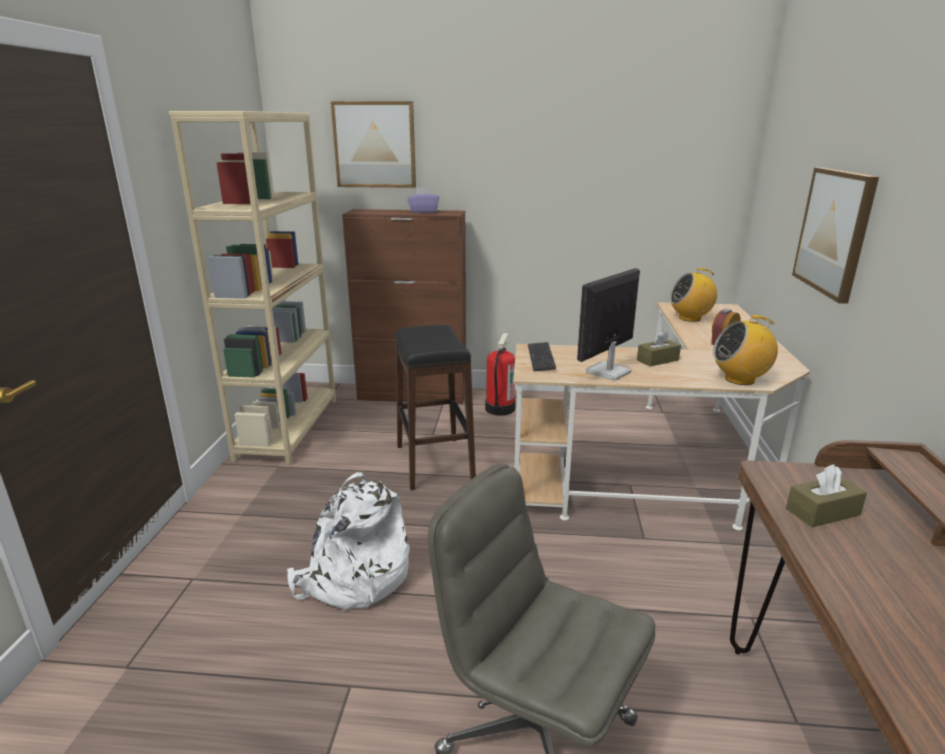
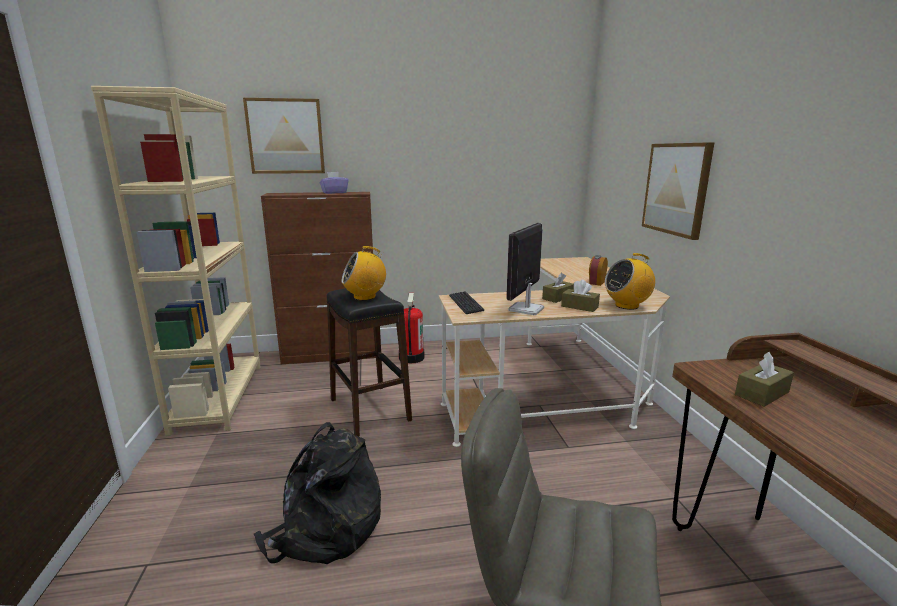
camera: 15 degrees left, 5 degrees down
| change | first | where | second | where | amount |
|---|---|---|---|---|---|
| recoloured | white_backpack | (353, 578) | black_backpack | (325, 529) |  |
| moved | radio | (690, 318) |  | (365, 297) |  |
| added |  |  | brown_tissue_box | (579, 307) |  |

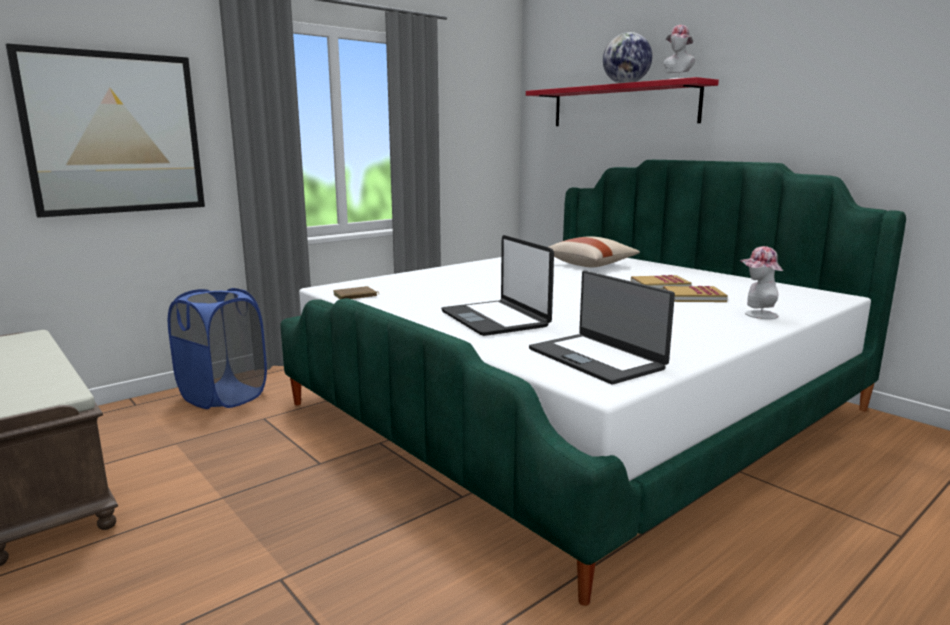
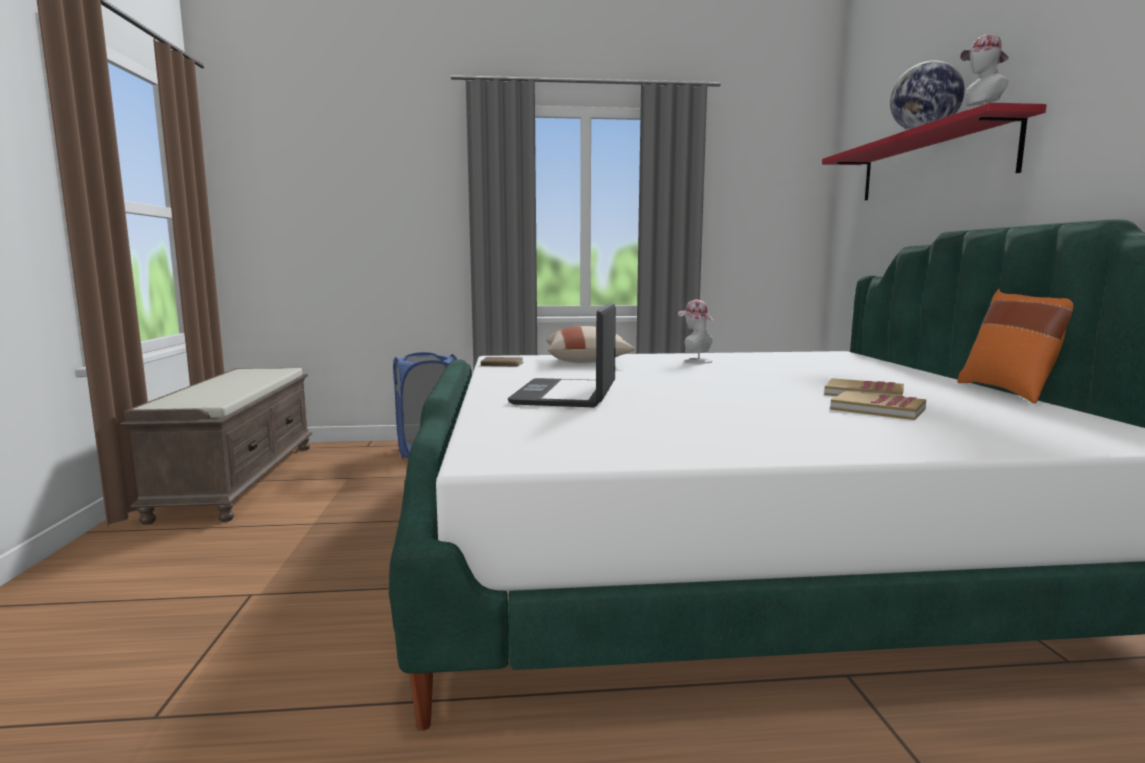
camera: 35 degrees right, 5 degrees down
| change | first | where | second | where | amount |
|---|---|---|---|---|---|
| moved | beige_pillow | (591, 265) |  | (588, 361) |  |
| moved | hat | (756, 315) |  | (694, 361) |  |
| added |  |  | orange_pillow | (1012, 392) |  |
| removed | picture | (114, 134) |  |  |  |
| removed | laptop | (597, 358) |  |  |  |

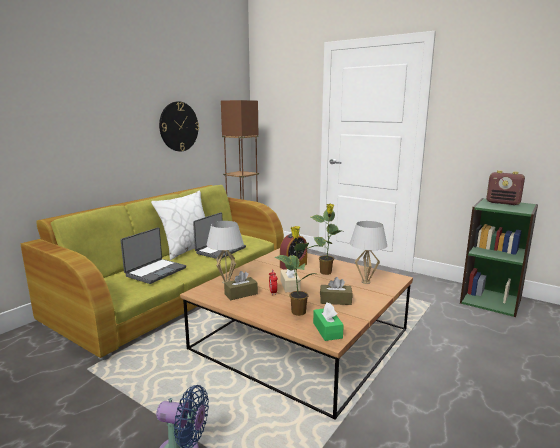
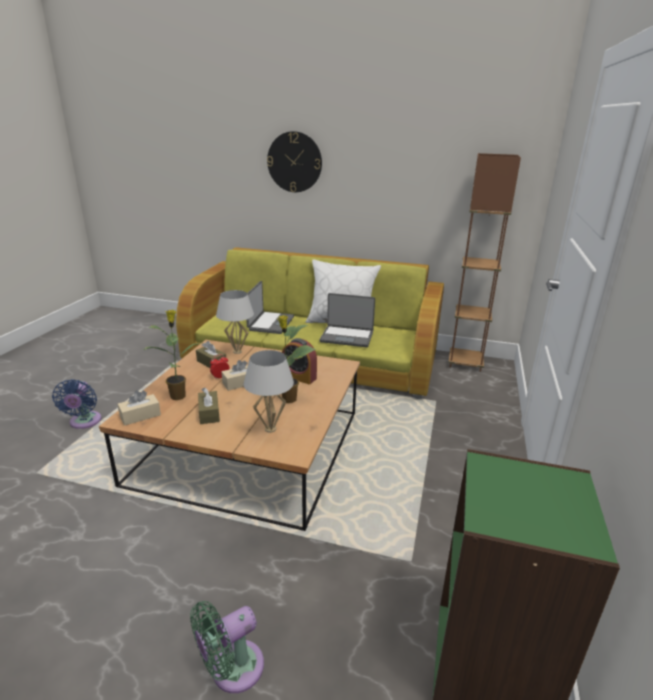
camera: 70 degrees right, 10 degrees up
| change | first | where | second | where | amount |
|---|---|---|---|---|---|
| recoloured | green_tissue_box | (327, 330) | beige_tissue_box | (140, 416) |  |
| added |  |  | green_fan | (232, 669) |  |
| turned | laptop | (155, 271) |  | (270, 323) | 90 degrees counterclockwise |
| moved | wall_clock | (178, 126) |  | (294, 162) |  |
| removed | radio | (503, 203) |  |  |  |

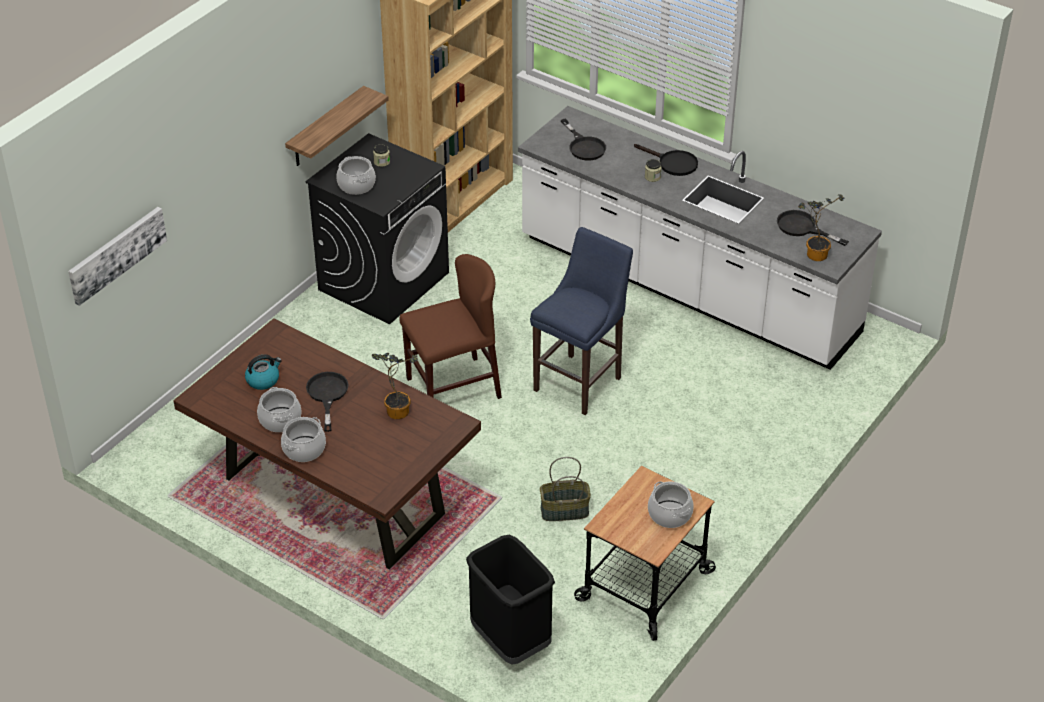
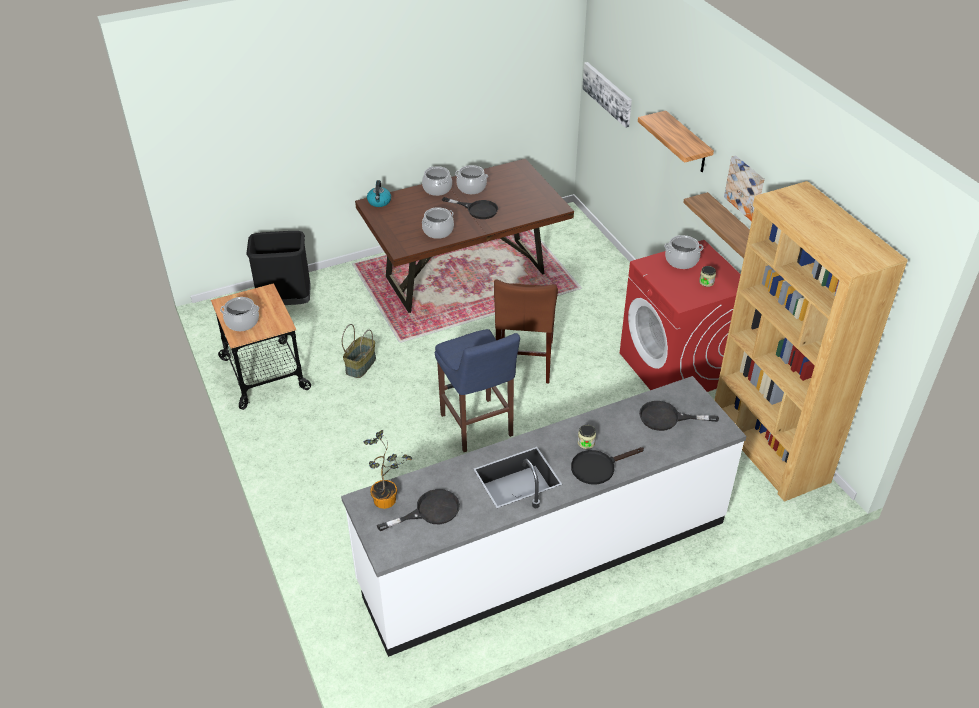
camera: 120 degrees right, 0 degrees up
| change | first | where | second | where | amount |
|---|---|---|---|---|---|
| moved | kettle | (263, 380) |  | (379, 202) |  |
| replaced | potted_plant | (397, 409) | cooking_pot | (438, 231) |  |
| recoloured | black_washing_machine | (384, 281) | red_washing_machine | (676, 368) |  |
| added |  |  | shelf | (687, 143) |  |
| added |  |  | picture | (746, 187) |  |

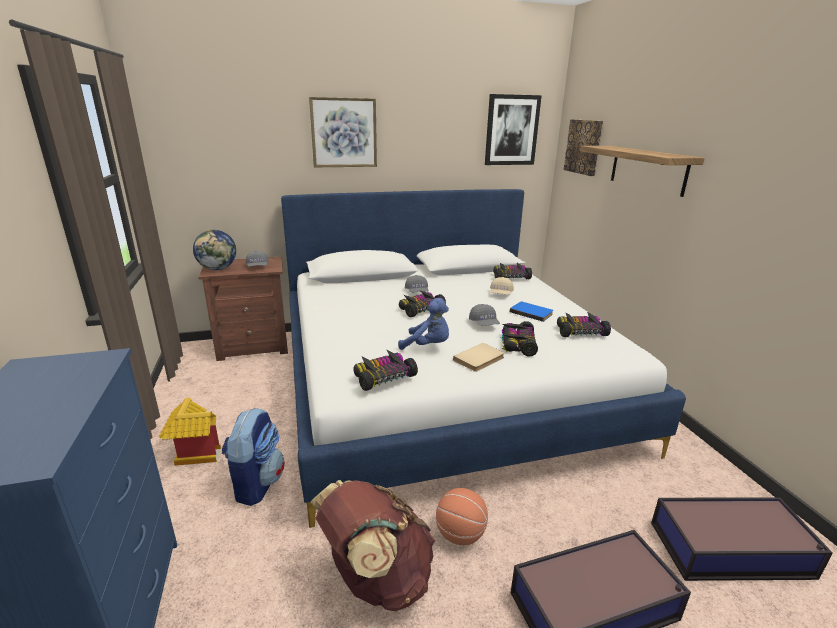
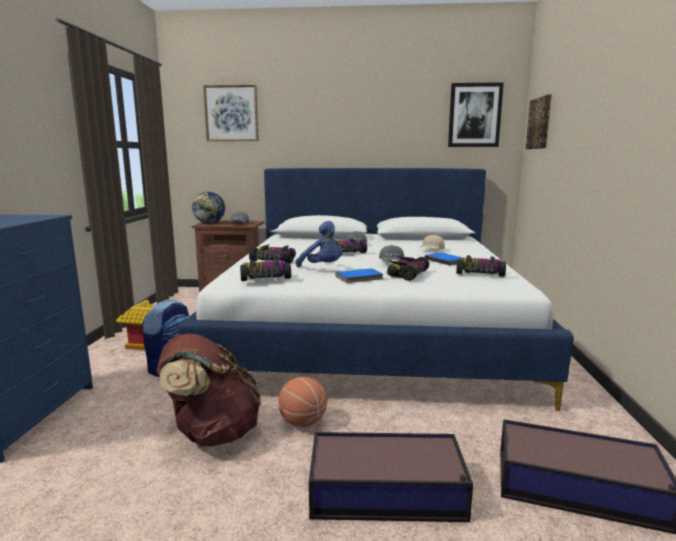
camera: 20 degrees right, 10 degrees down
| change | first | where | second | where | amount |
|---|---|---|---|---|---|
| moved | picture | (344, 133) |  | (231, 113) |  |
| moved | toy_car | (510, 277) |  | (274, 260) |  |
| recoloured | beige_book | (480, 359) | blue_book | (360, 278) |  |
| removed | shelf | (647, 169) |  |  |  |

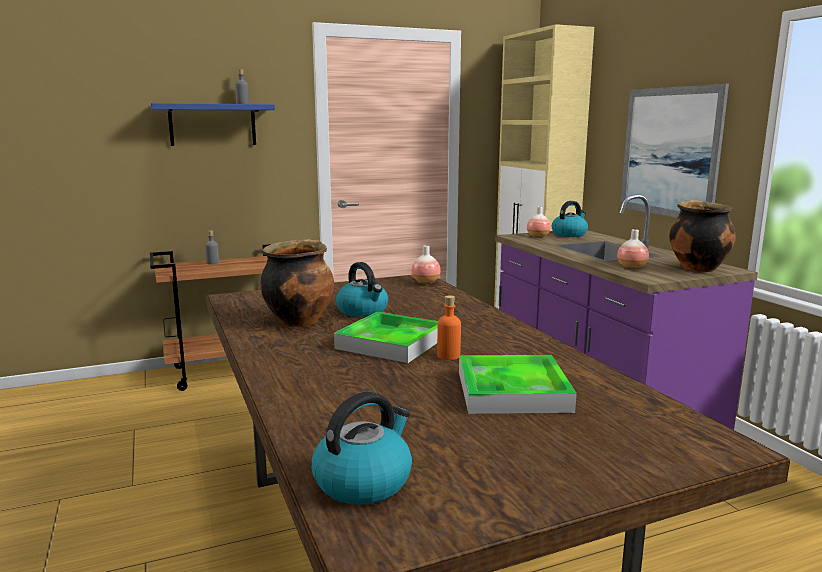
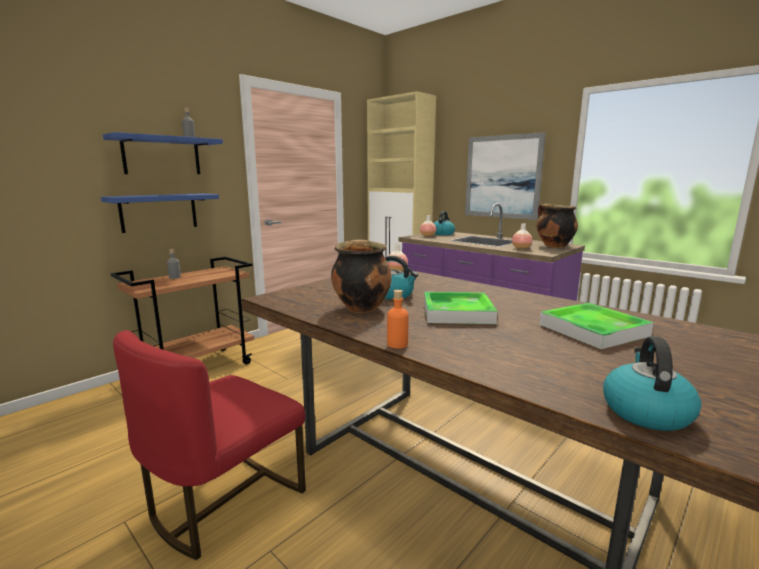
camera: 25 degrees left, 0 degrees up
| change | first | where | second | where | amount |
|---|---|---|---|---|---|
| added |  |  | blue_shelf | (159, 212) |  |
| added |  |  | red_chair | (224, 501) |  |
| moved | orange_bottle | (448, 356) |  | (397, 344) |  |

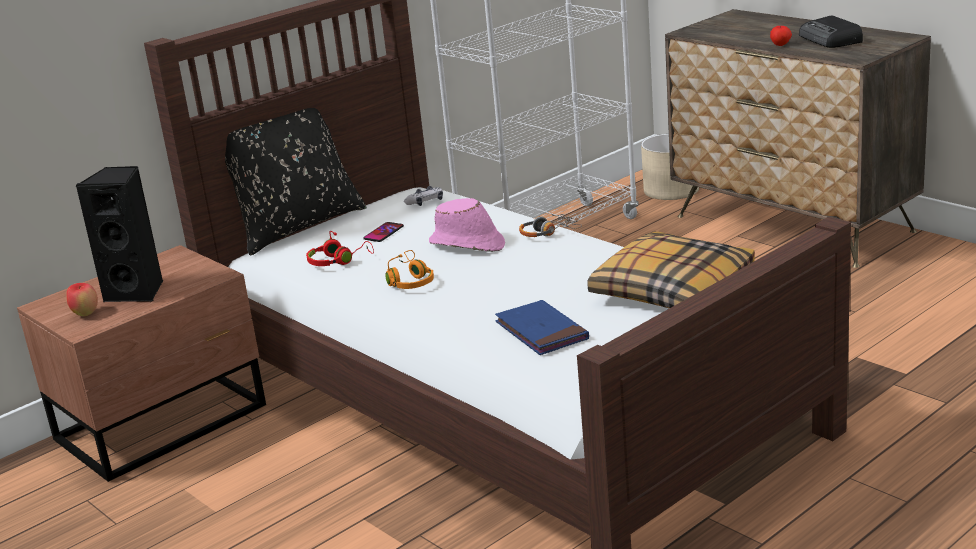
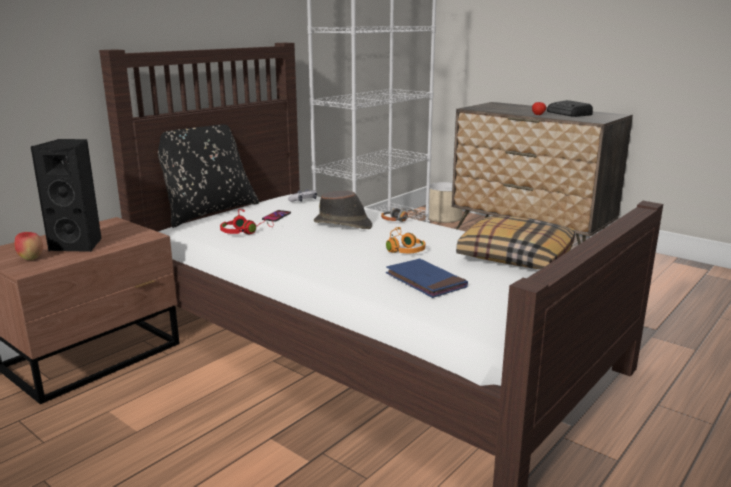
camera: 10 degrees left, 5 degrees down
| change | first | where | second | where | amount |
|---|---|---|---|---|---|
| recoloured | pink_hat | (467, 244) | brown_hat | (343, 225) |  |
| moved | orange_headphones | (410, 281) |  | (403, 249) |  |

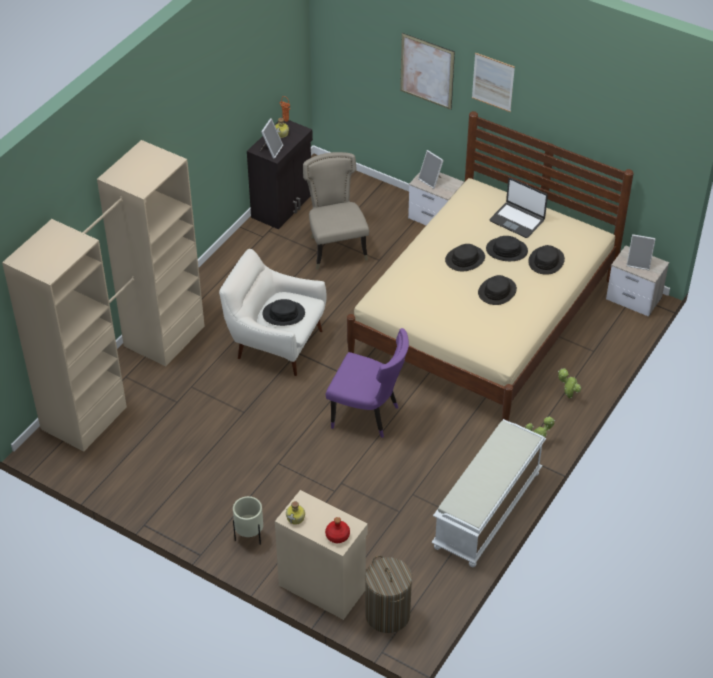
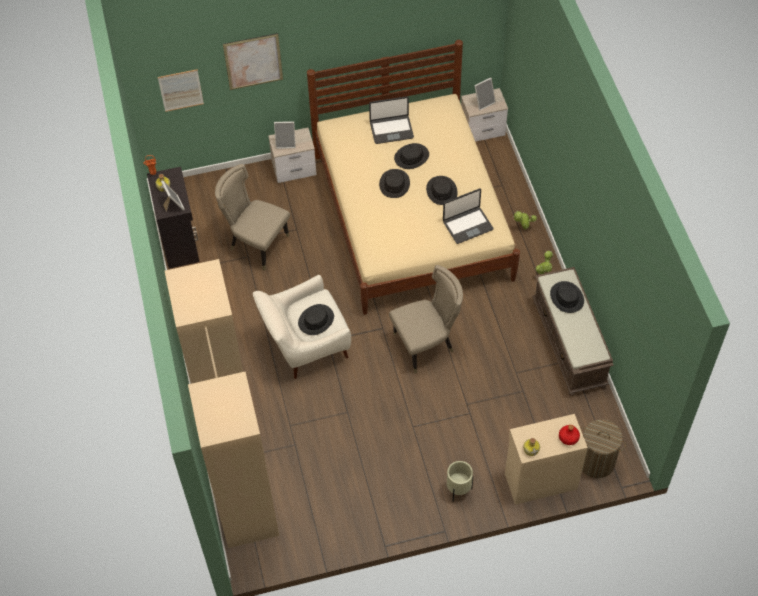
camera: 45 degrees left, 10 degrees up
| change | first | where | second | where | amount |
|---|---|---|---|---|---|
| moved | picture | (493, 82) |  | (181, 90) |  |
| recoloured | purple_chair | (368, 415) | beige_chair | (426, 344) |  |
| added |  |  | laptop | (467, 225) |  |
| recoloured | white_bench | (487, 511) | brown_bench | (569, 344) |  |
| moved | black_hat | (546, 261) |  | (567, 297) |  |

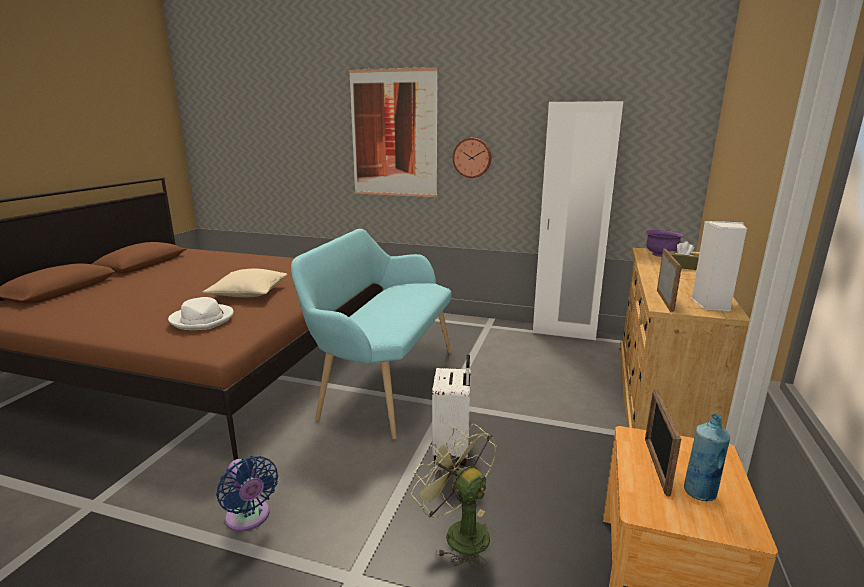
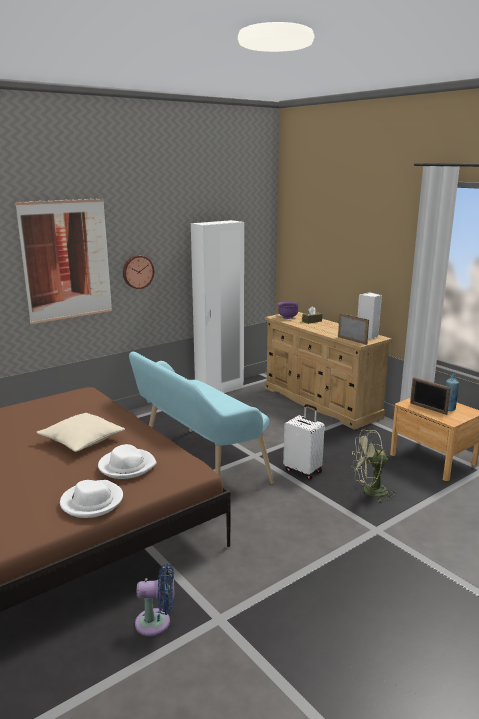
camera: 55 degrees left, 0 degrees up
| change | first | where | second | where | amount |
|---|---|---|---|---|---|
| added |  |  | white_hat | (92, 502) |  |
| moved | blue_fan | (249, 518) |  | (157, 622) |  |

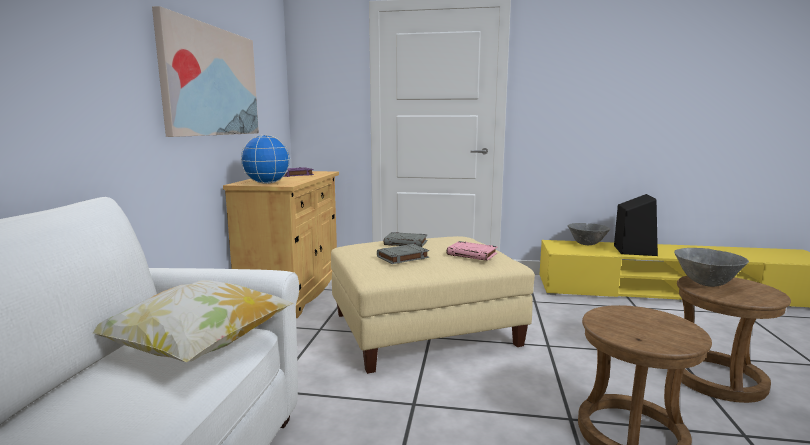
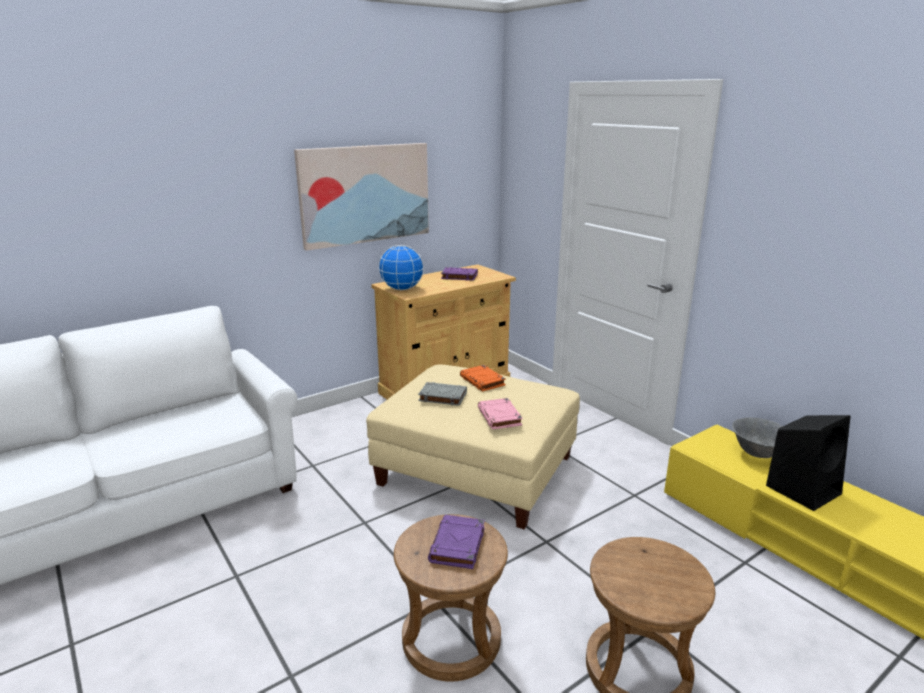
camera: 45 degrees right, 10 degrees up
| change | first | where | second | where | amount |
|---|---|---|---|---|---|
| added |  |  | purple_book | (457, 546) |  |
| recoloured | grey_book | (406, 243) | orange_book | (483, 381) |  |
| removed | pillow | (199, 349) |  |  |  |
| removed | grey_bowl | (706, 284) |  |  |  |

